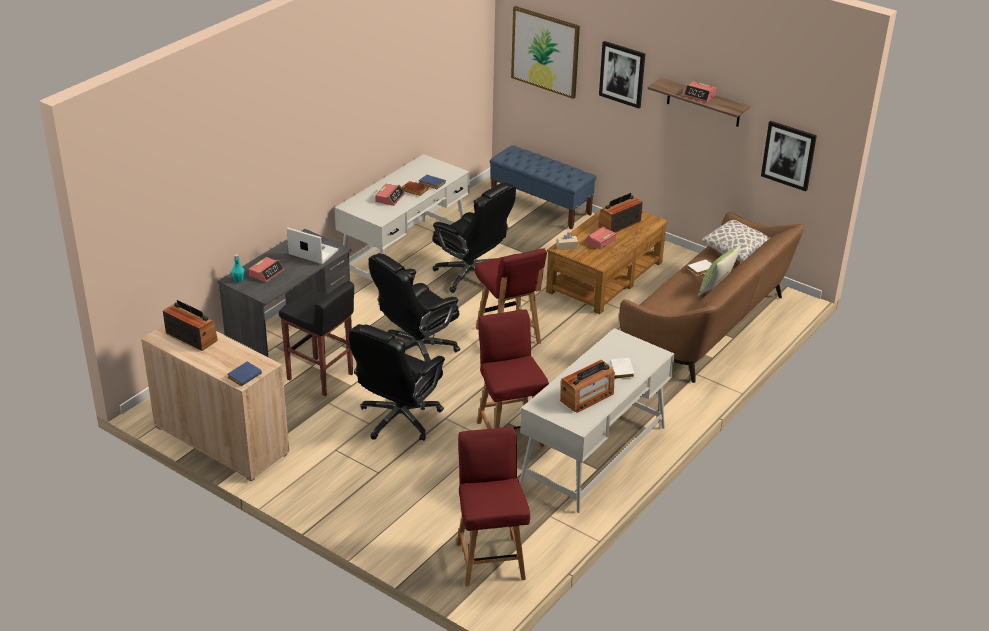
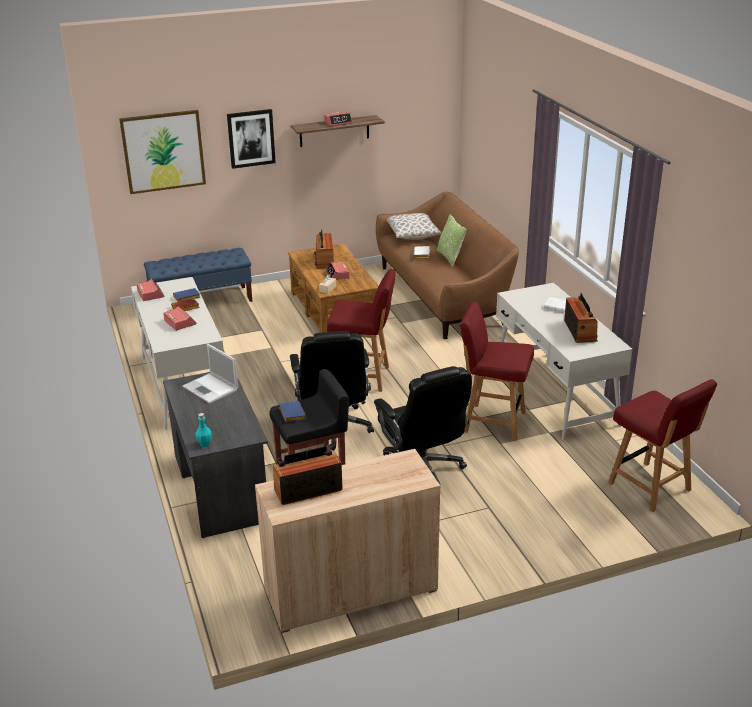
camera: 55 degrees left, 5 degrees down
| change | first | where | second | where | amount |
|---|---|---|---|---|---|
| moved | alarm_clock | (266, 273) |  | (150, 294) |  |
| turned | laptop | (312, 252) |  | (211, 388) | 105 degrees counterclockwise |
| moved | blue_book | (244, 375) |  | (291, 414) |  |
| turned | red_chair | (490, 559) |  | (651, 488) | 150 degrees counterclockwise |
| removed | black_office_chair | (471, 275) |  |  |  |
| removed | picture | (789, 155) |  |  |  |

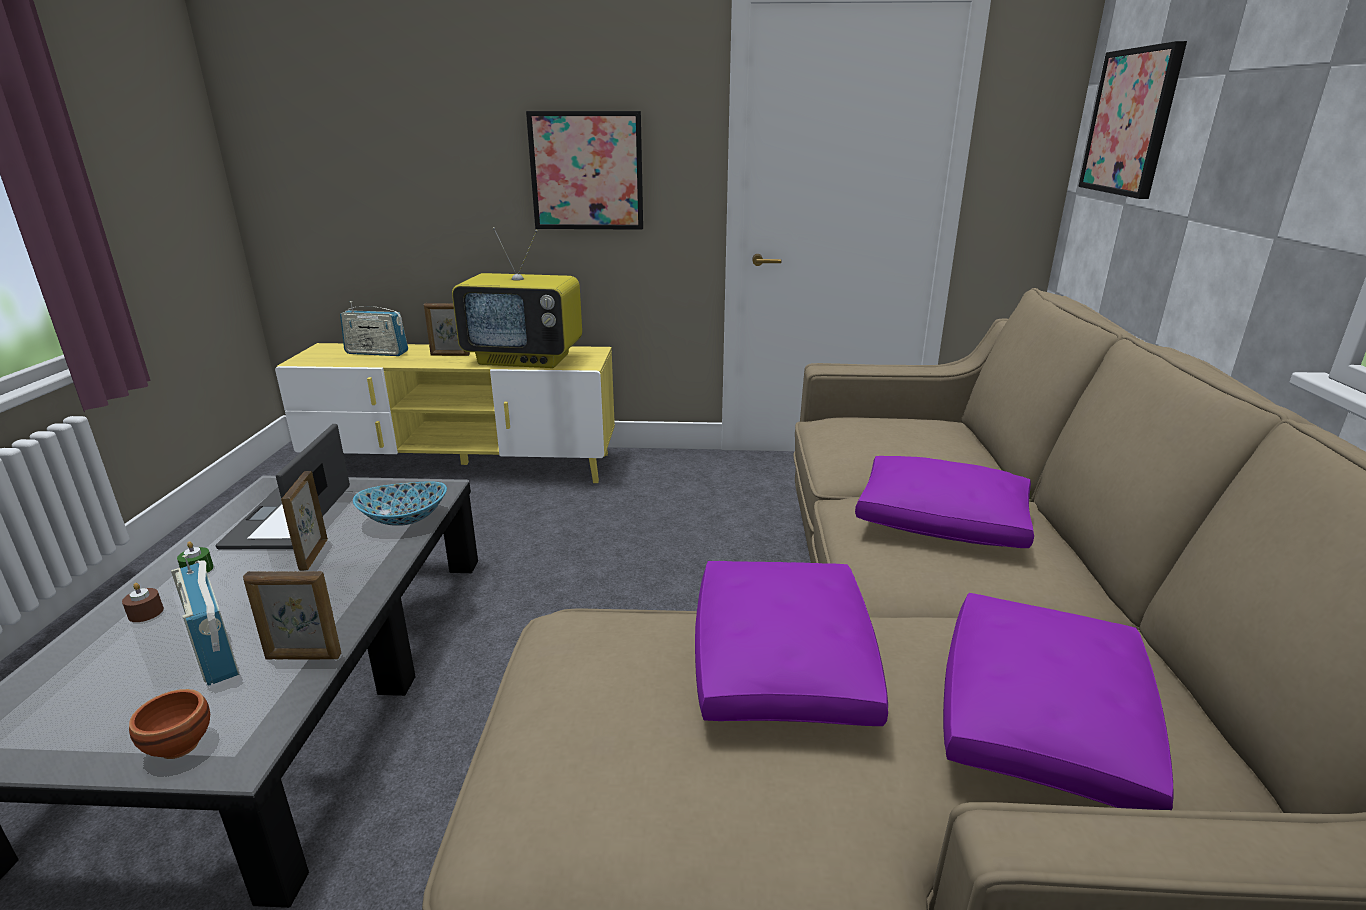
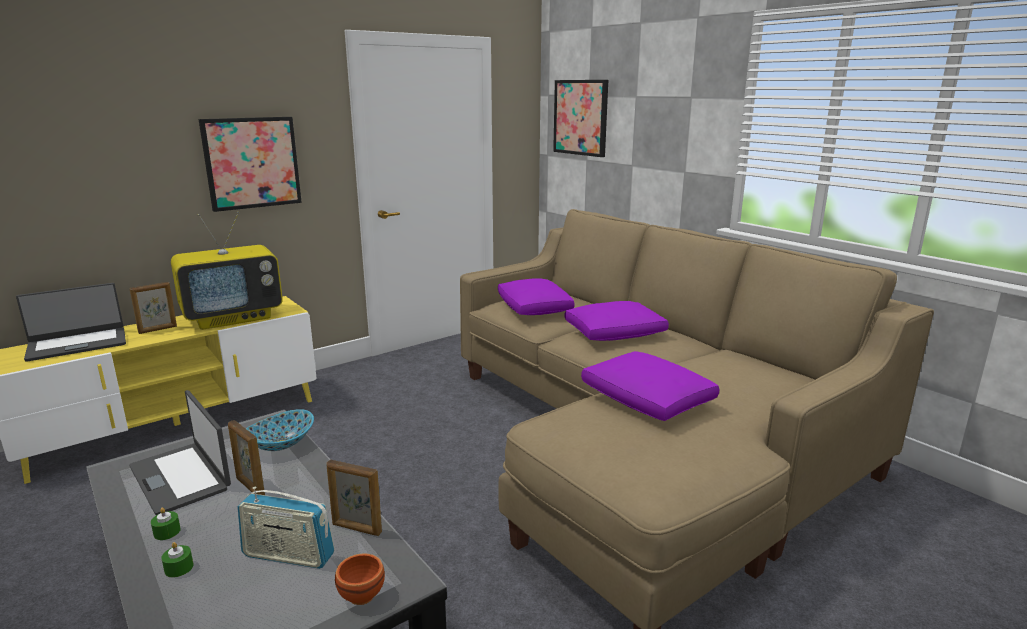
camera: 40 degrees left, 5 degrees down
| change | first | where | second | where | amount |
|---|---|---|---|---|---|
| replaced | radio | (377, 353) | laptop | (77, 344) |  |
| recoloured | brown_candle | (146, 613) | green_candle | (179, 568) |  |
| turned | picture_frame | (303, 657) |  | (356, 529) | 60 degrees clockwise |
| moved | purple_pillow | (1041, 722) |  | (534, 308) |  |

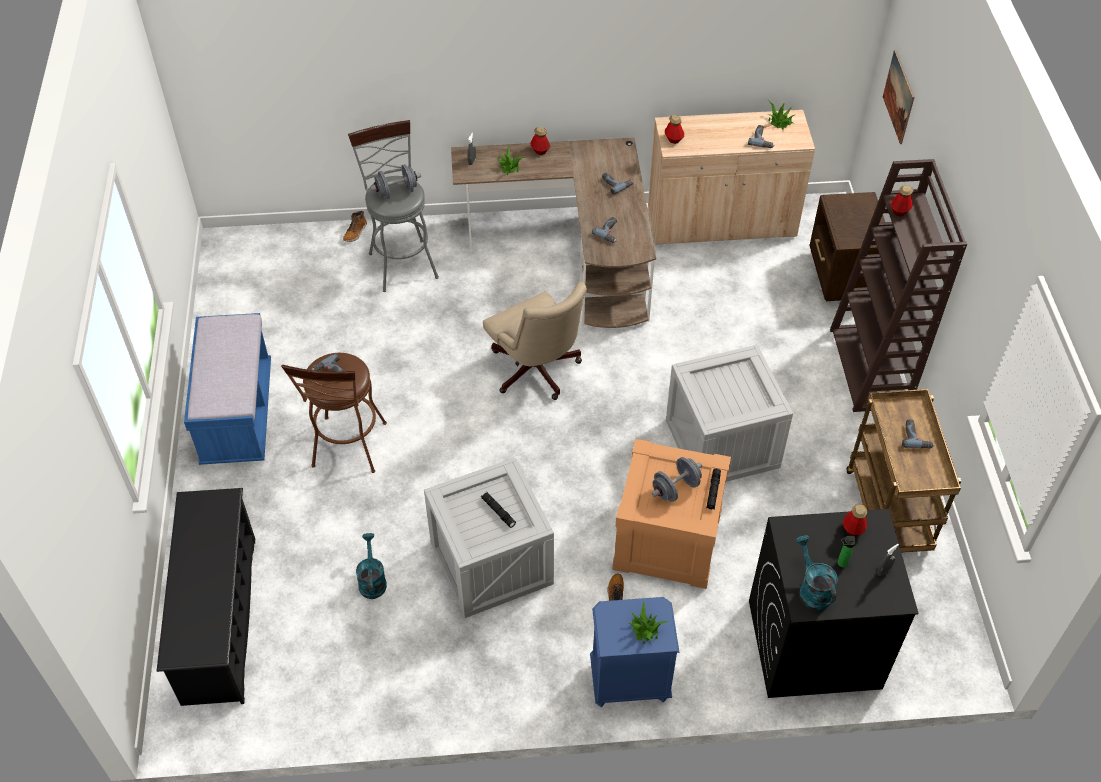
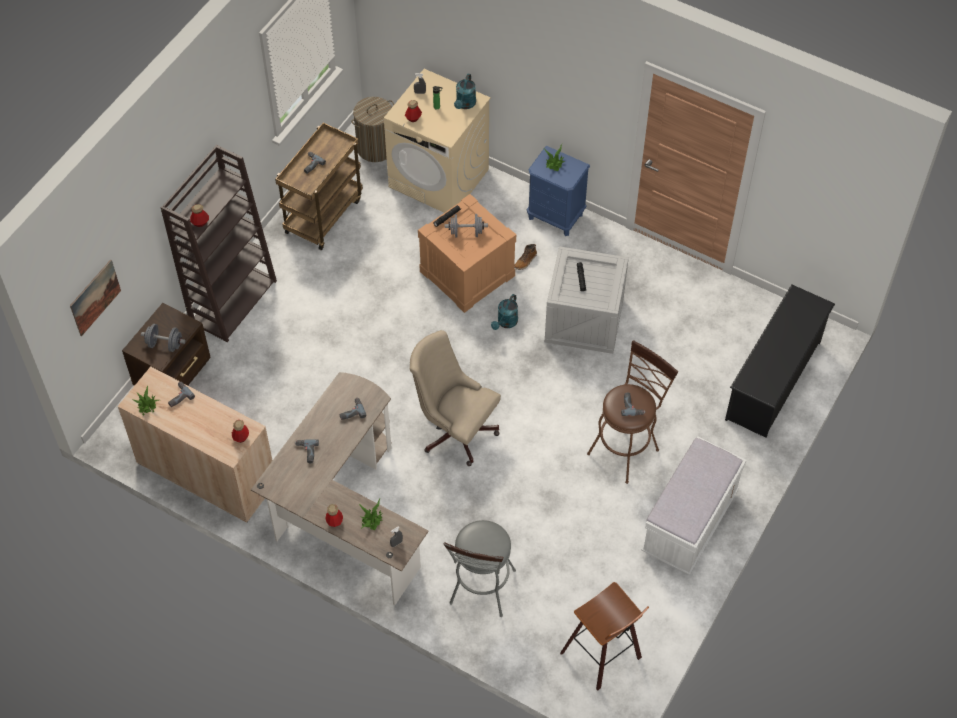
camera: 145 degrees left, 5 degrees up
| change | first | where | second | where | amount |
|---|---|---|---|---|---|
| moved | grey_dumbbell | (397, 192) |  | (165, 344) |  |
| added |  |  | laundry_basket | (375, 148) |  |
| recoloured | black_washing_machine | (813, 644) | beige_washing_machine | (439, 178) |  |
| turned | beige_office_chair | (537, 373) |  | (454, 429) | 60 degrees counterclockwise |
| moved | turquoise_watering_can | (372, 580) |  | (506, 323) |  |
| added |  |  | stool | (604, 655) |  |
| recoloured | blue_bench | (237, 414) | white_bench | (689, 523) |  |
| removed | boot | (355, 232) |  |  |  |
| removed | crate | (720, 443) |  |  |  |

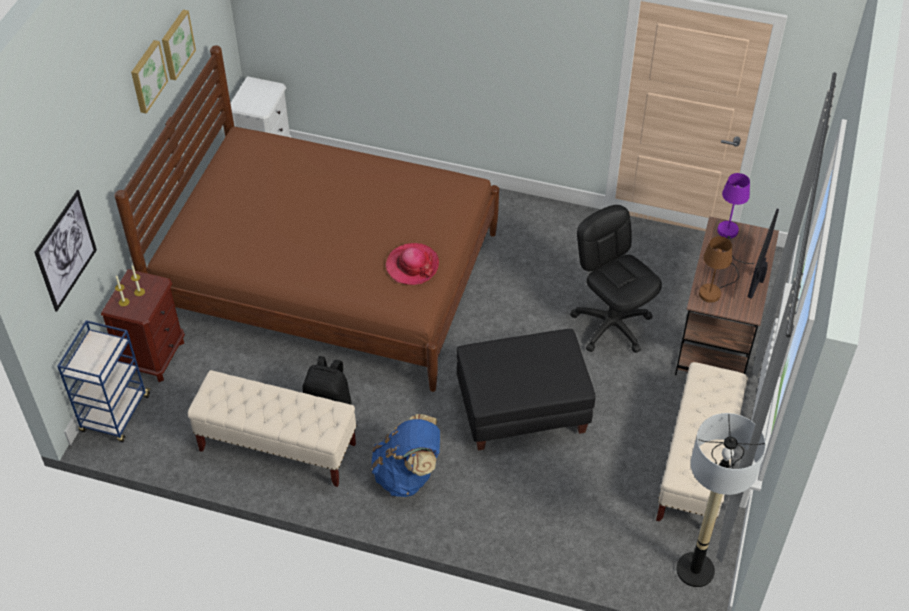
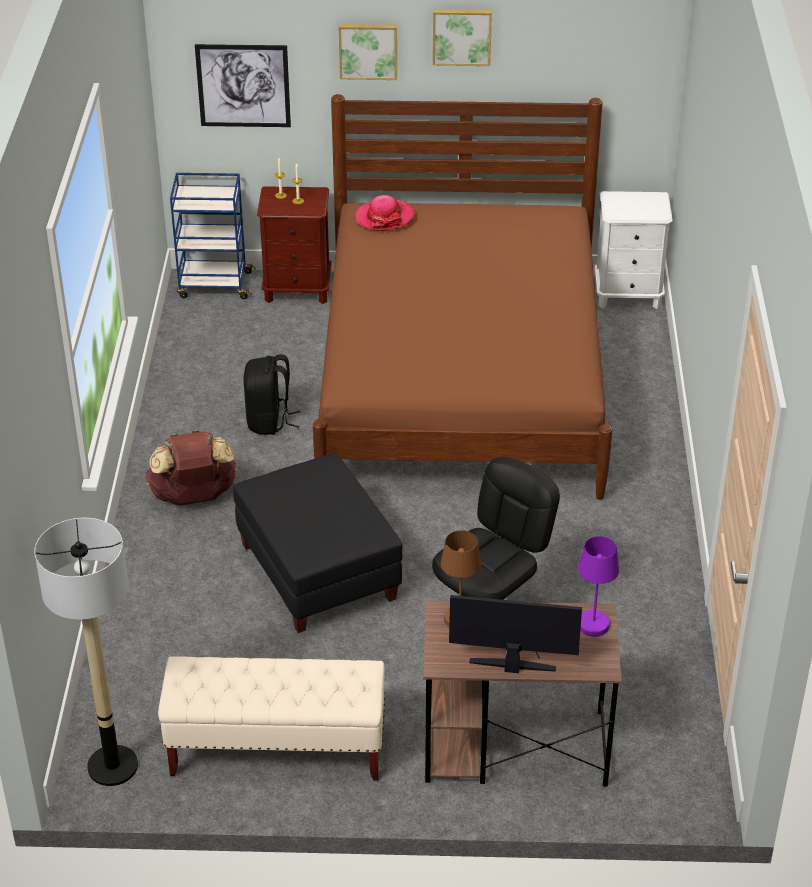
camera: 75 degrees right, 10 degrees down
| change | first | where | second | where | amount |
|---|---|---|---|---|---|
| recoloured | blue_backpack | (408, 475) | brown_backpack | (193, 497) |  |
| moved | picture | (176, 44) |  | (368, 50) |  |
| moved | hat | (412, 266) |  | (385, 217) |  |
| removed | beige_bench | (277, 447) |  |  |  |

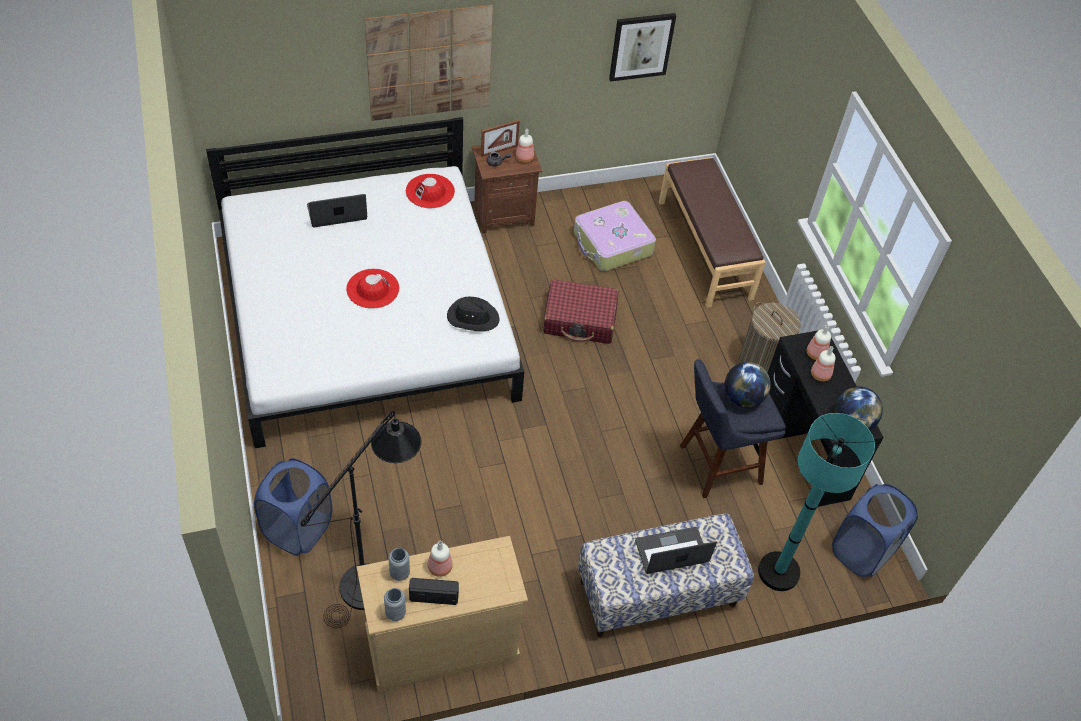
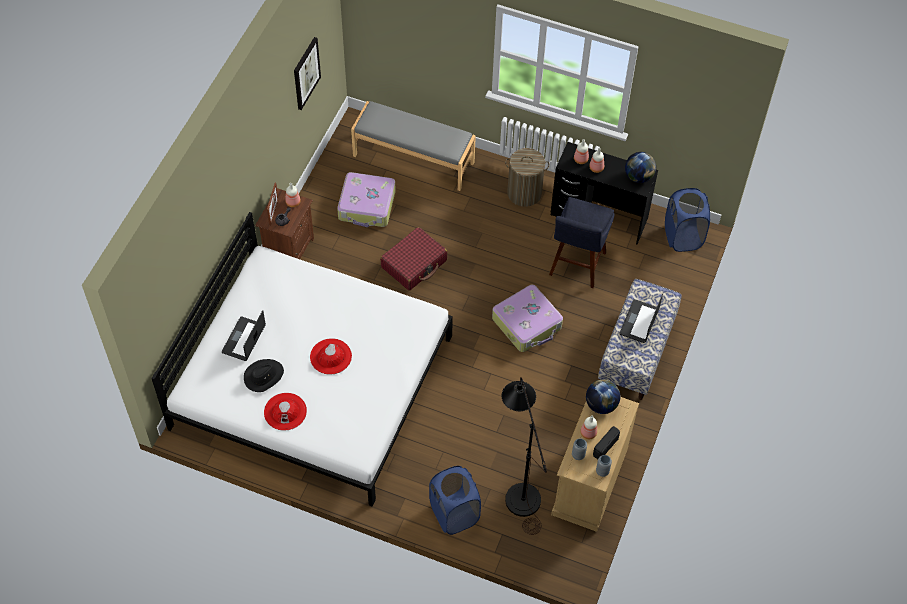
camera: 50 degrees left, 5 degrees up
| change | first | where | second | where | amount |
|---|---|---|---|---|---|
| moved | black_hat | (472, 317) |  | (263, 376) |  |
| moved | red_hat | (430, 191) |  | (285, 411) |  |
| recoloured | brown_bench | (705, 249) | grey_bench | (414, 158) |  |
| added |  |  | suitcase | (527, 323) |  |
| moved | globe | (743, 398) |  | (601, 405) |  |
| removed | picture | (429, 63) |  |  |  |
| removed | turquoise_floor_lamp | (778, 572) |  |  |  |

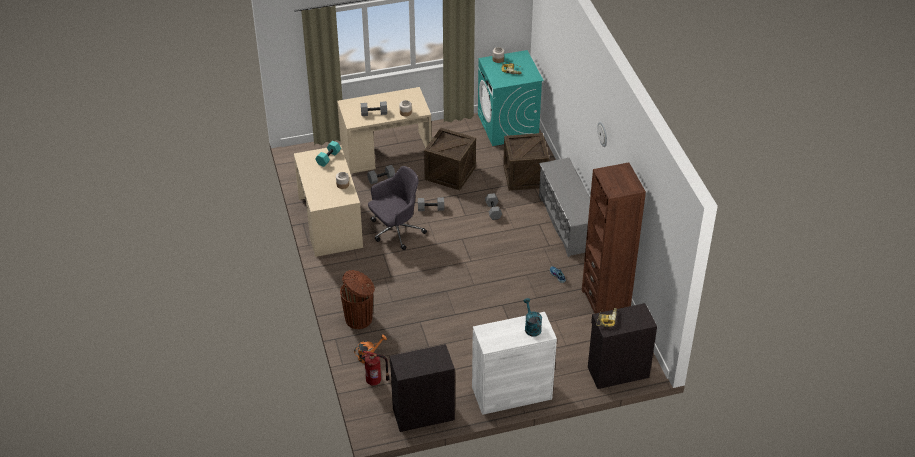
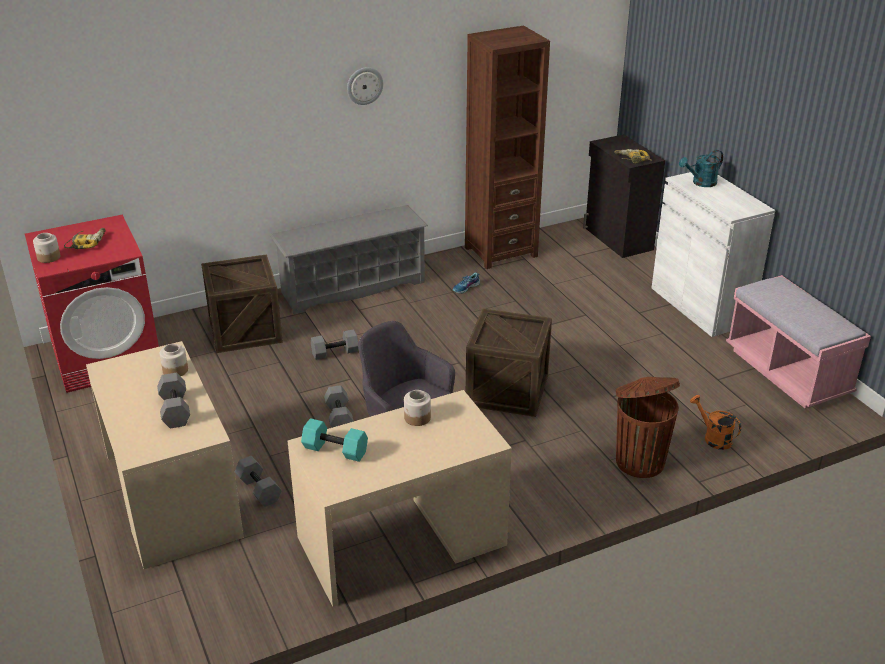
camera: 100 degrees left, 10 degrees down
| change | first | where | second | where | amount |
|---|---|---|---|---|---|
| recoloured | turquoise_washing_machine | (508, 126) | red_washing_machine | (107, 357) |  |
| moved | crate | (450, 173) |  | (507, 390) |  |
| replaced | black_cabinet | (422, 413) | pink_bench | (787, 372) |  |
| removed | fire_extinguisher | (375, 381) |  |  |  |

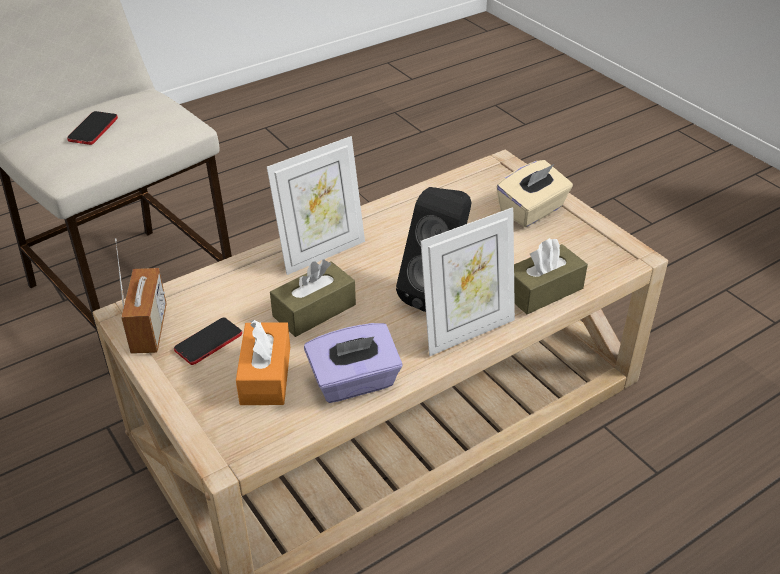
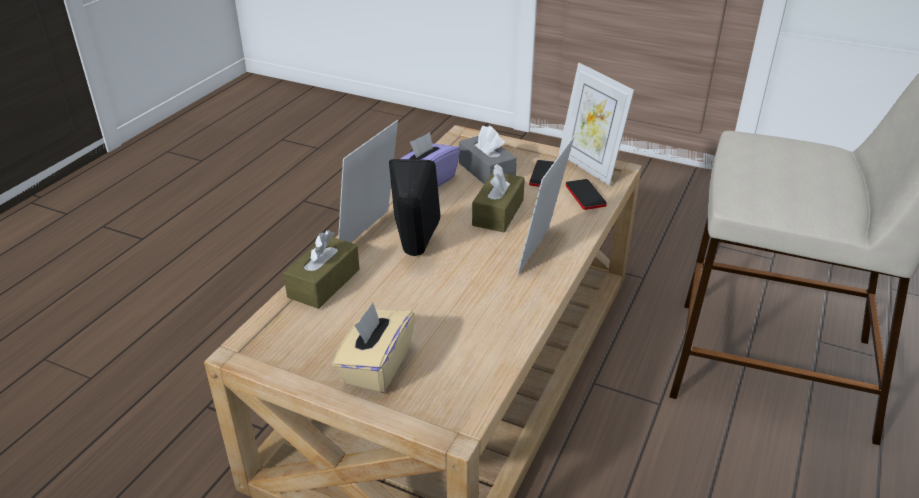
camera: 150 degrees right, 5 degrees down
| change | first | where | second | where | amount |
|---|---|---|---|---|---|
| recoloured | orange_tissue_box | (265, 375) | grey_tissue_box | (486, 171) |  |
| replaced | radio | (149, 329) | picture_frame | (589, 167) |  |
| moved | phone | (93, 129) |  | (585, 195) |  |

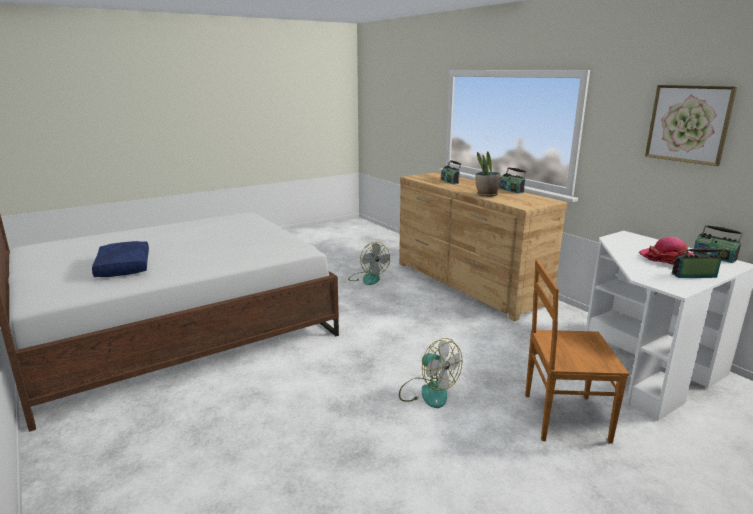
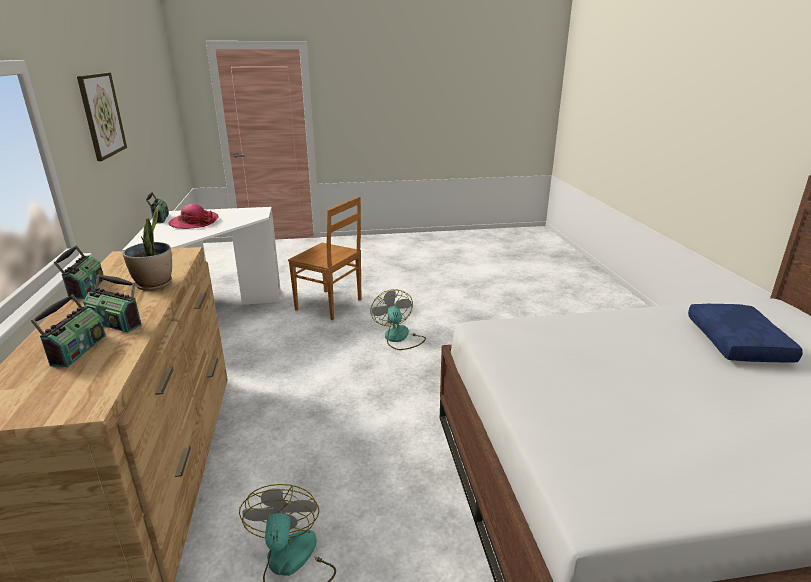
camera: 155 degrees left, 5 degrees up
| change | first | where | second | where | amount |
|---|---|---|---|---|---|
| moved | radio | (694, 276) |  | (116, 322) |  |

